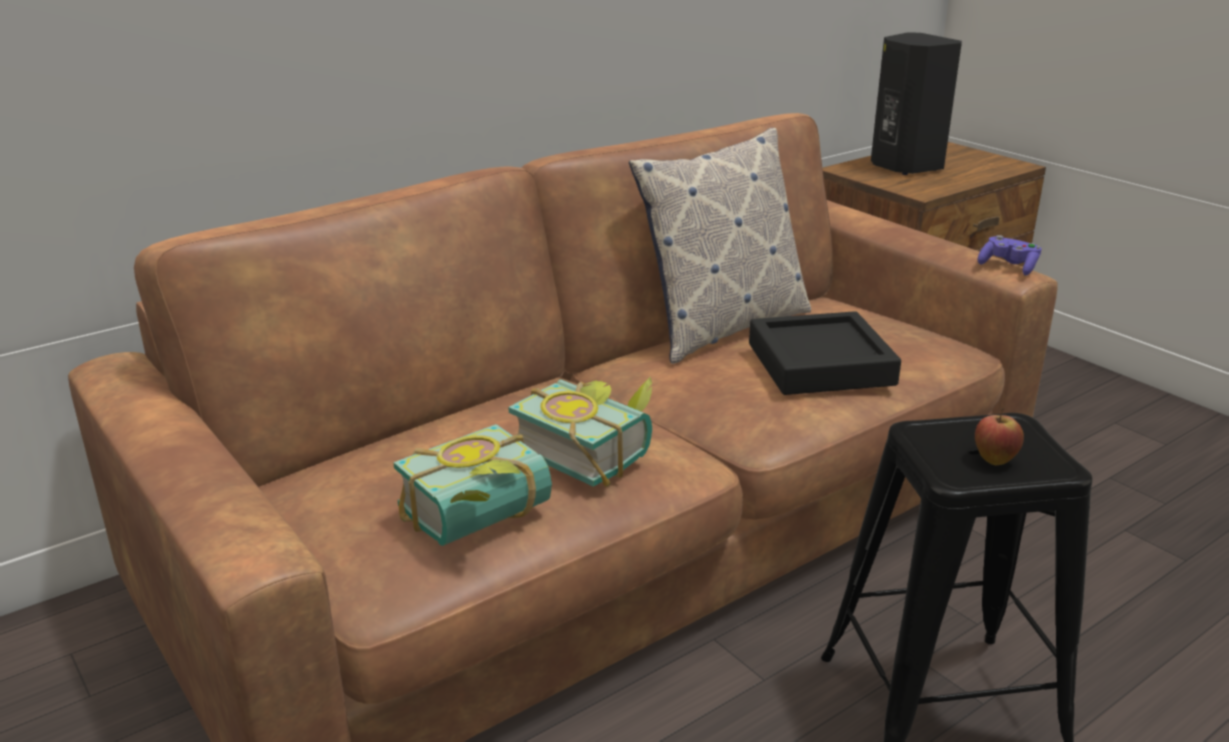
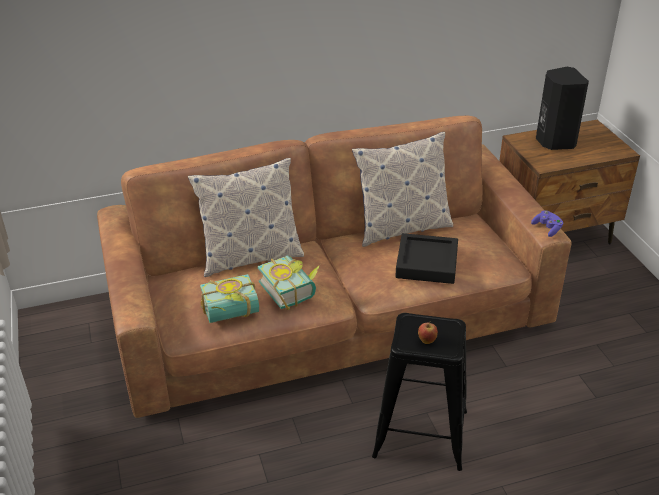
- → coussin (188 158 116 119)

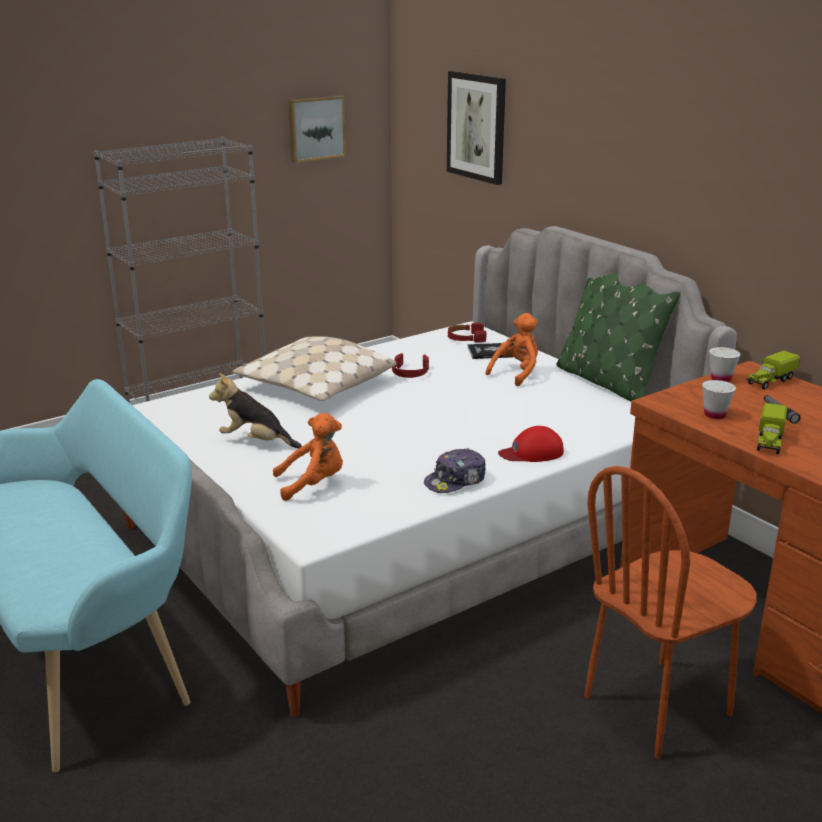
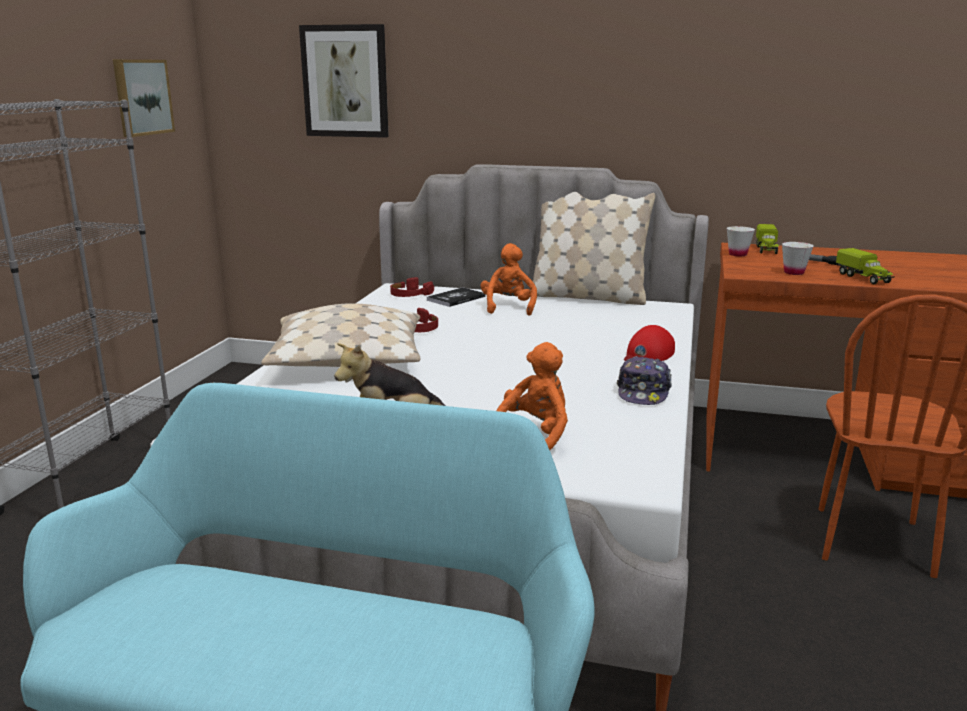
coussin (vert) (556 273 124 128) → coussin (beige) (533 192 122 113)

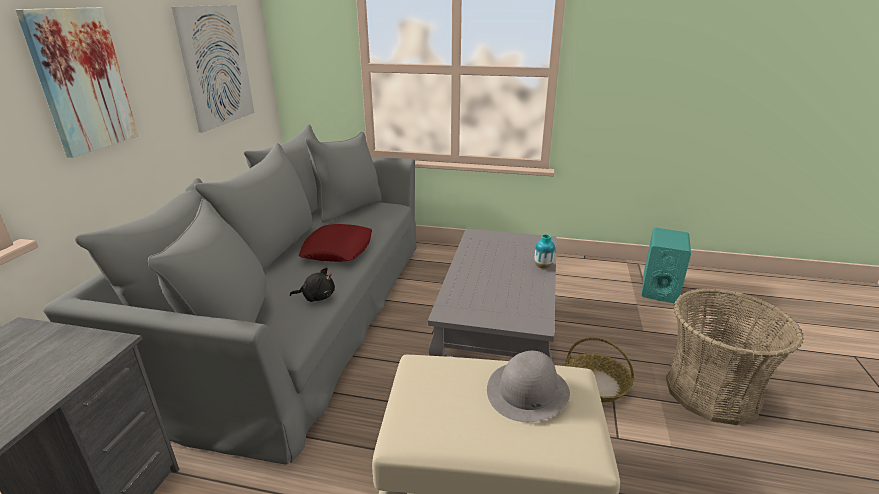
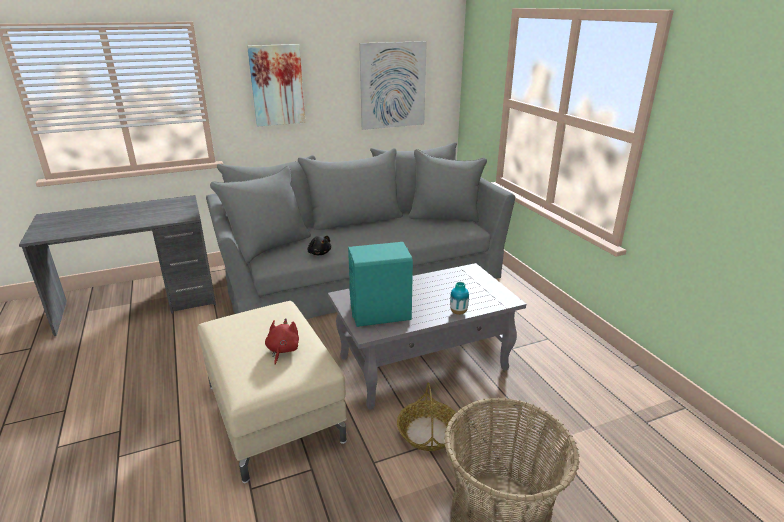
coussin (rouge) (299 224 73 38) → -
enceinte (turquoise) (642 228 49 76) → enceinte (turquoise) (348 242 65 85), shifted
chapeau (gris) (487 351 83 71) → peluche (rouge) (265 318 34 47)

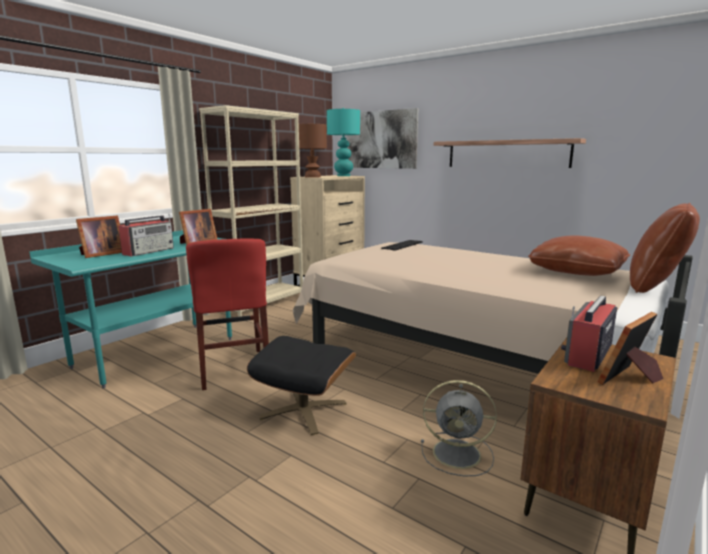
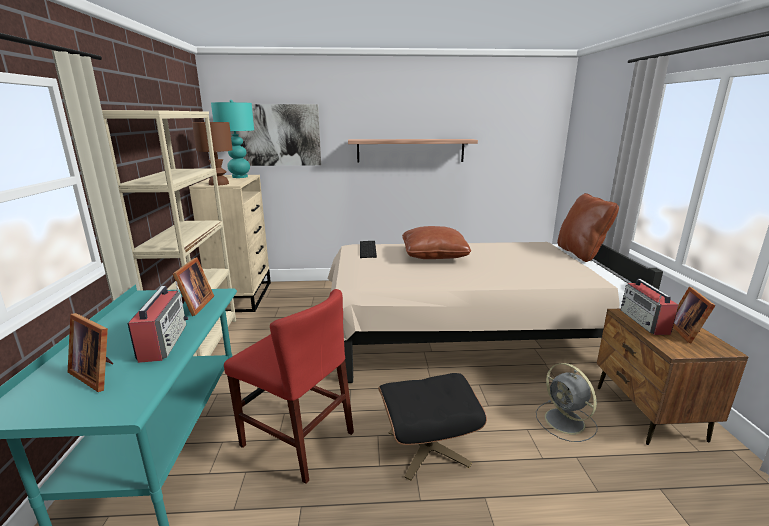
coussin (marron) (528 235 102 41) → coussin (marron) (402 226 69 33), shifted
cadre photo (76 215 46 43) → cadre photo (68 313 46 79), 120 degrees clockwise
ventilateur (gris) (421 380 76 96) → ventilateur (gris) (536 363 62 79), 90 degrees clockwise

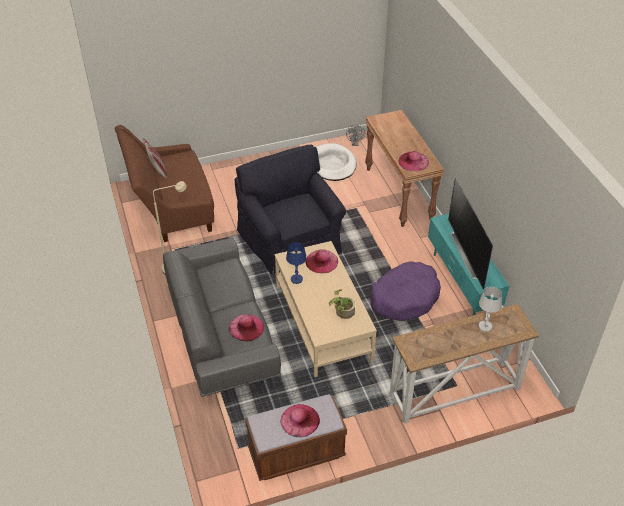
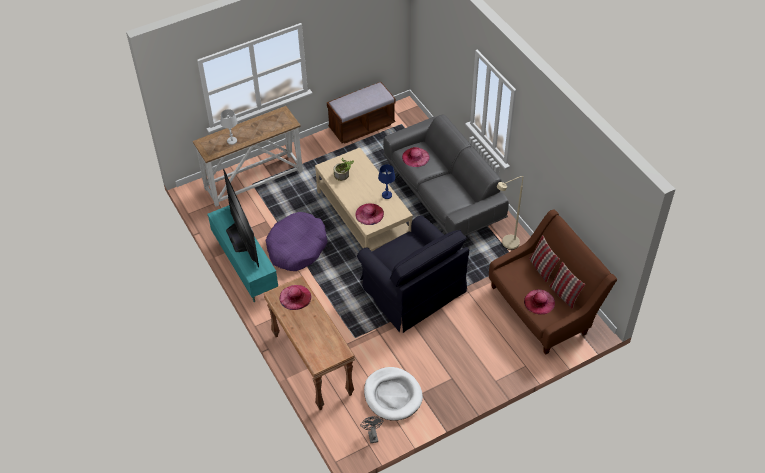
- → coussin (529 235 31 48)
chapeau (rose) (280 404 40 33) → chapeau (rose) (524 289 31 26), shifted

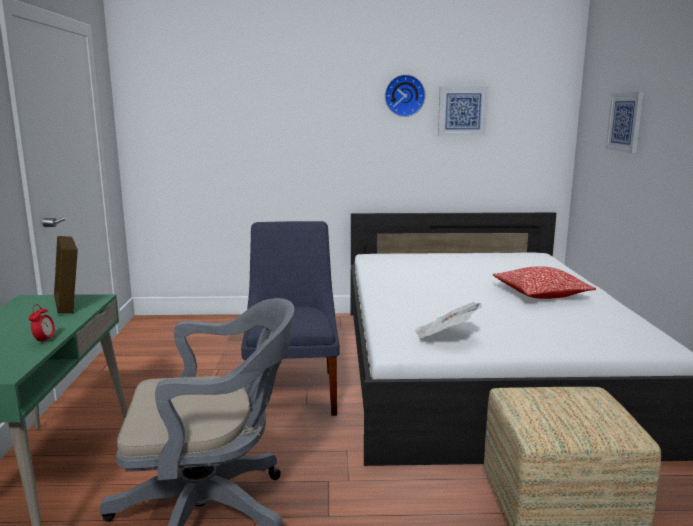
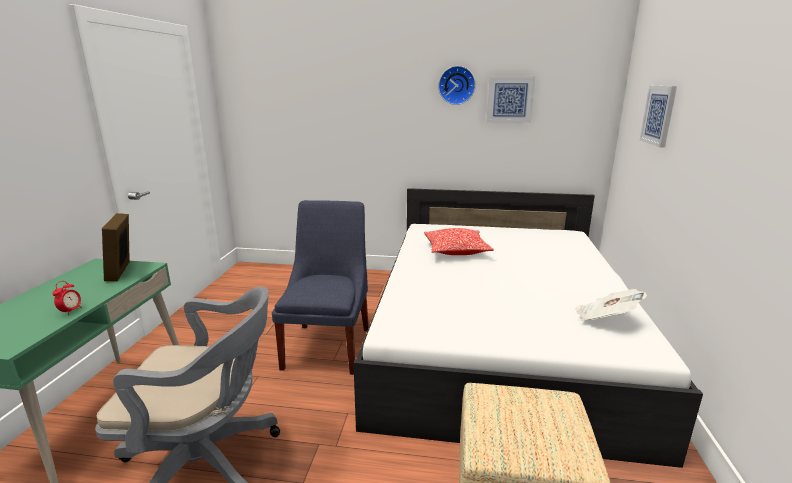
journal (415 302 67 37) → journal (575 289 72 32), shifted
coussin (493 266 103 33) → coussin (424 228 70 27), shifted

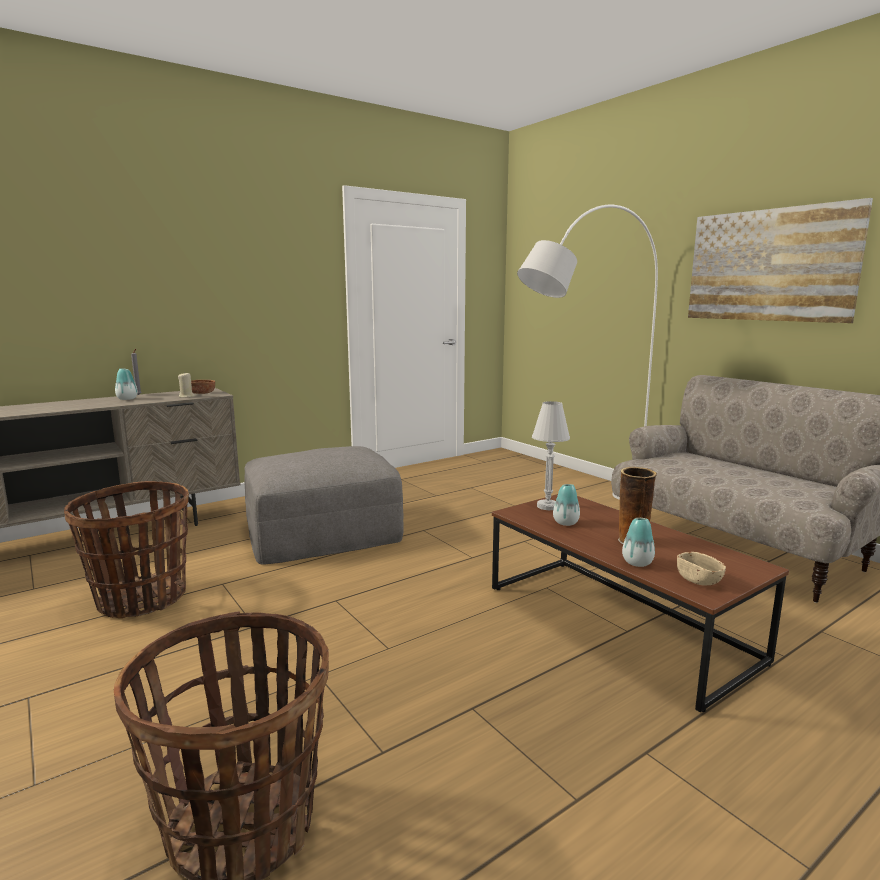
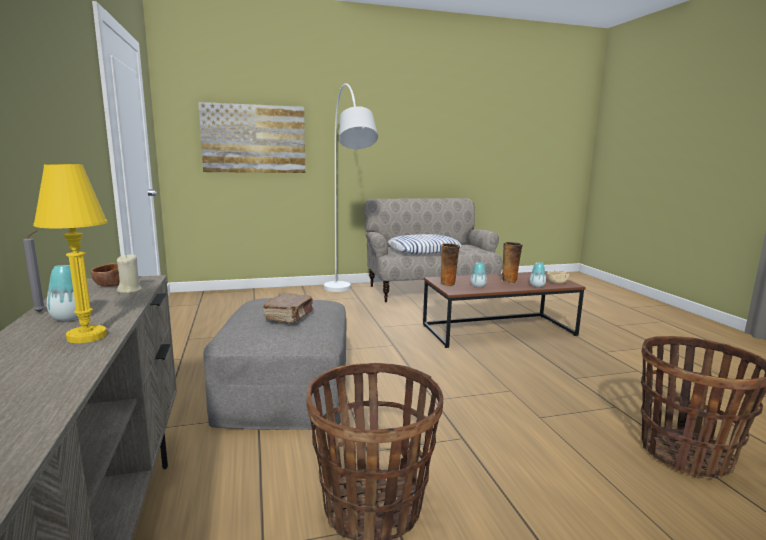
- → lampe de table (jaune) (33 164 74 179)
- → livre (marron) (263 293 50 30)
- → coussin (388 234 74 20)
tableau (688 198 185 125) → tableau (198 102 107 71), shifted
lampe de table (blanc) (532 401 38 109) → vase (440 243 20 43)

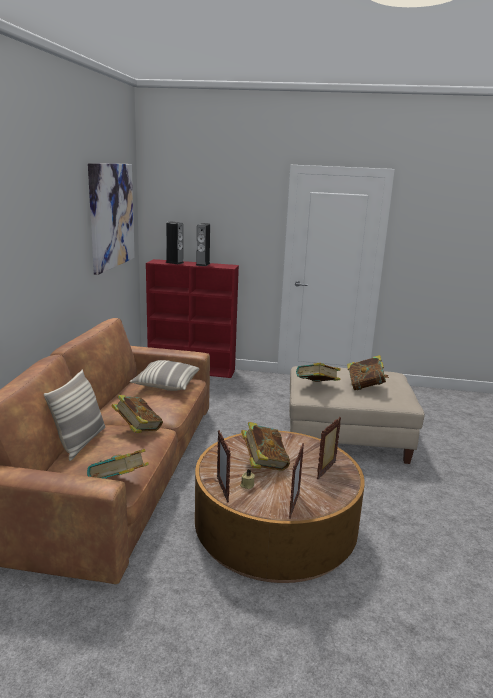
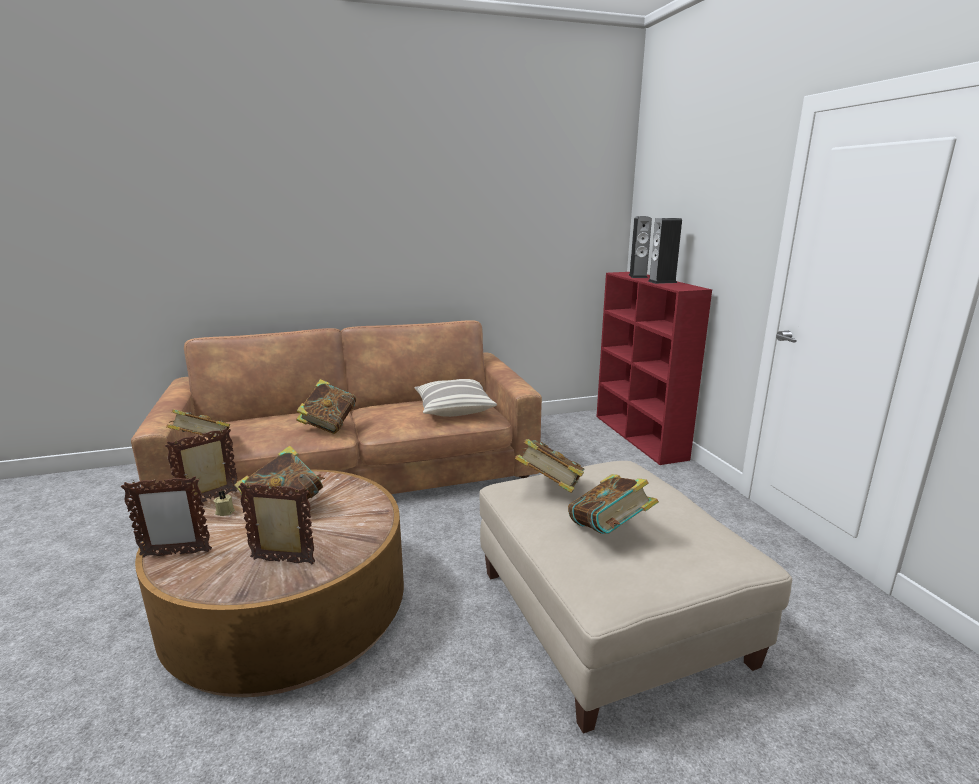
coussin (43 370 62 91) → -
tableau (88 163 47 112) → -

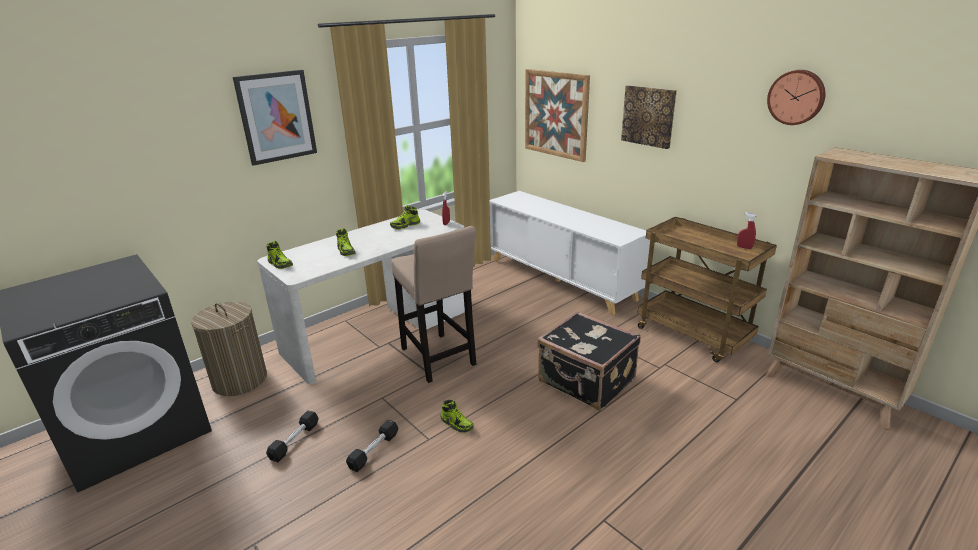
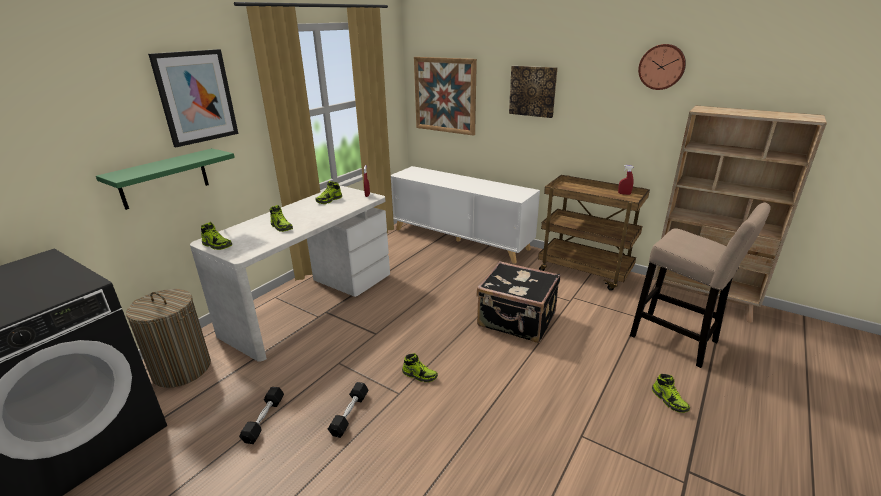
- → étagère (vert) (96 148 139 62)
- → chaussure (652 374 38 39)
tabouret (beige) (391 226 85 157) → tabouret (beige) (630 203 141 165), shifted

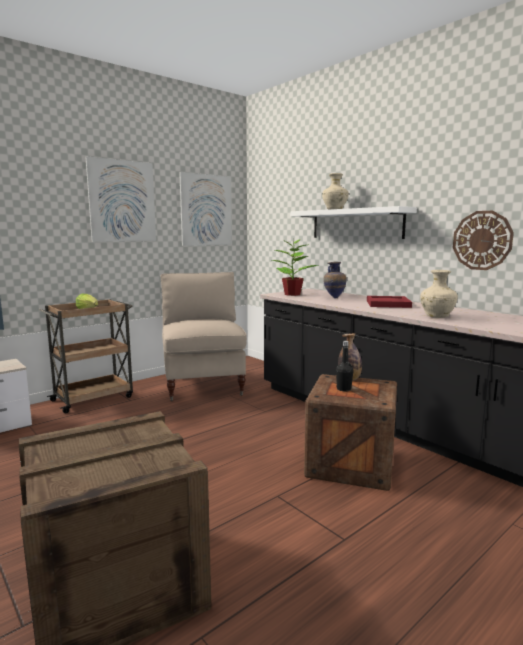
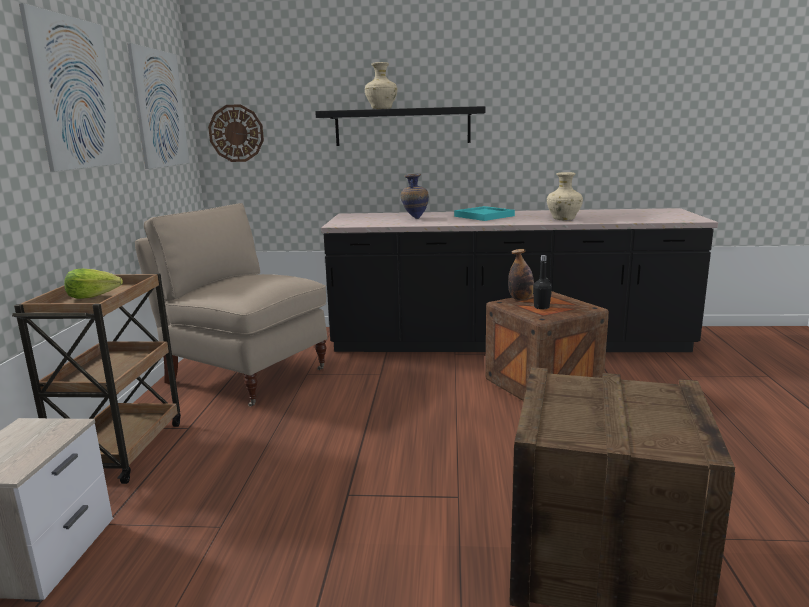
plante en pot (272 239 47 57) → -
horloge murale (453 211 61 59) → horloge murale (208 104 56 58), shifted
étagère (blanc) (290 206 127 33) → étagère (noir) (315 106 170 40)
plateau (rouge) (367 296 45 12) → plateau (turquoise) (454 206 61 15)

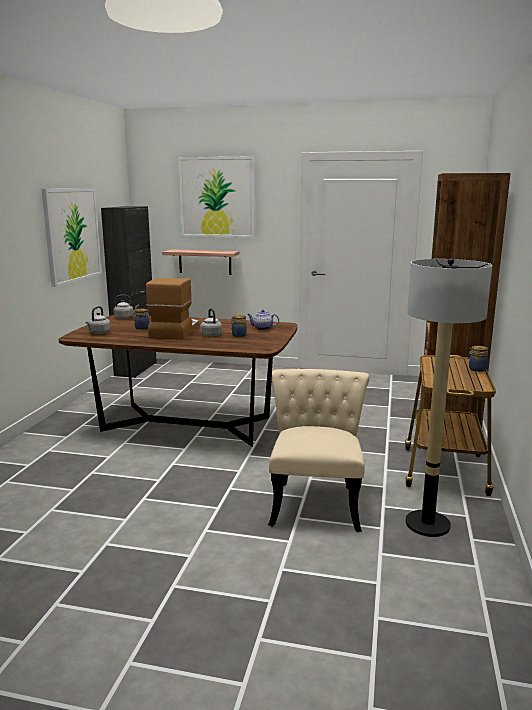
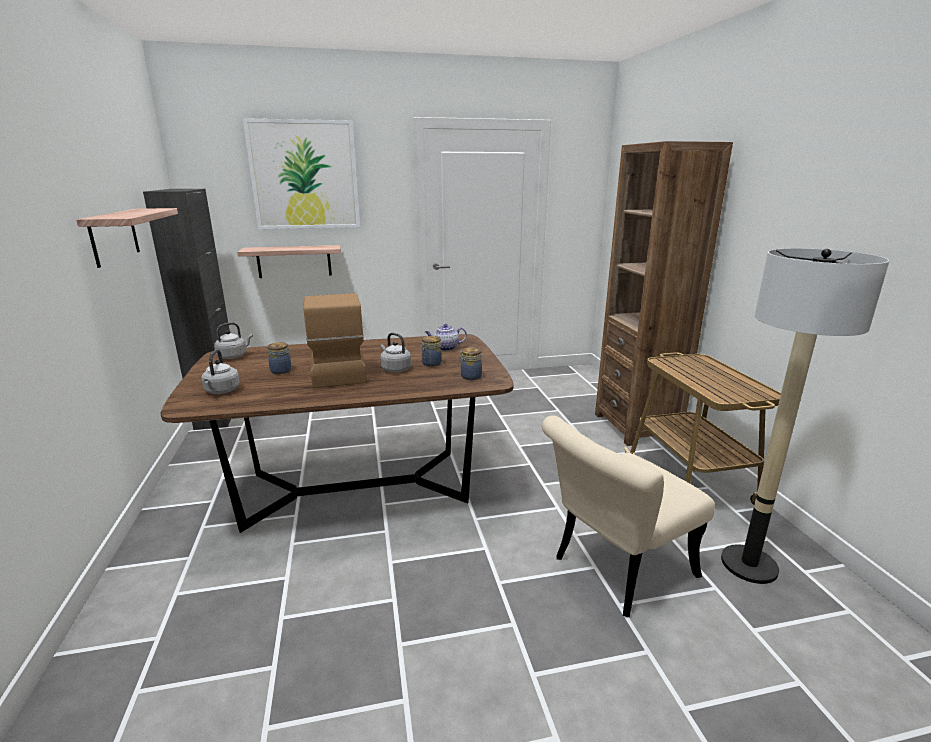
bocal (467 346 21 26) → bocal (458 347 24 33), shifted
tableau (41 189 61 98) → étagère (76 208 102 60)
chaise (beige) (268 369 101 163) → chaise (beige) (542 415 173 202), 105 degrees counterclockwise

